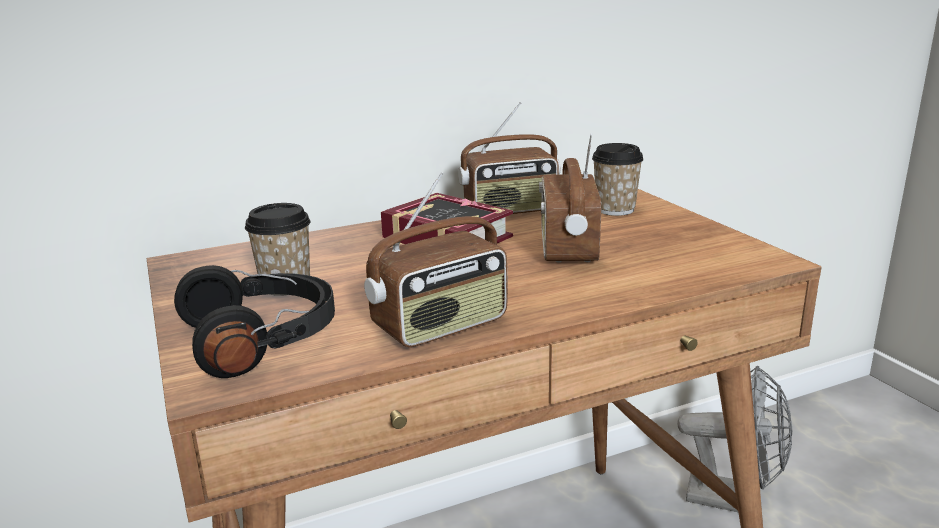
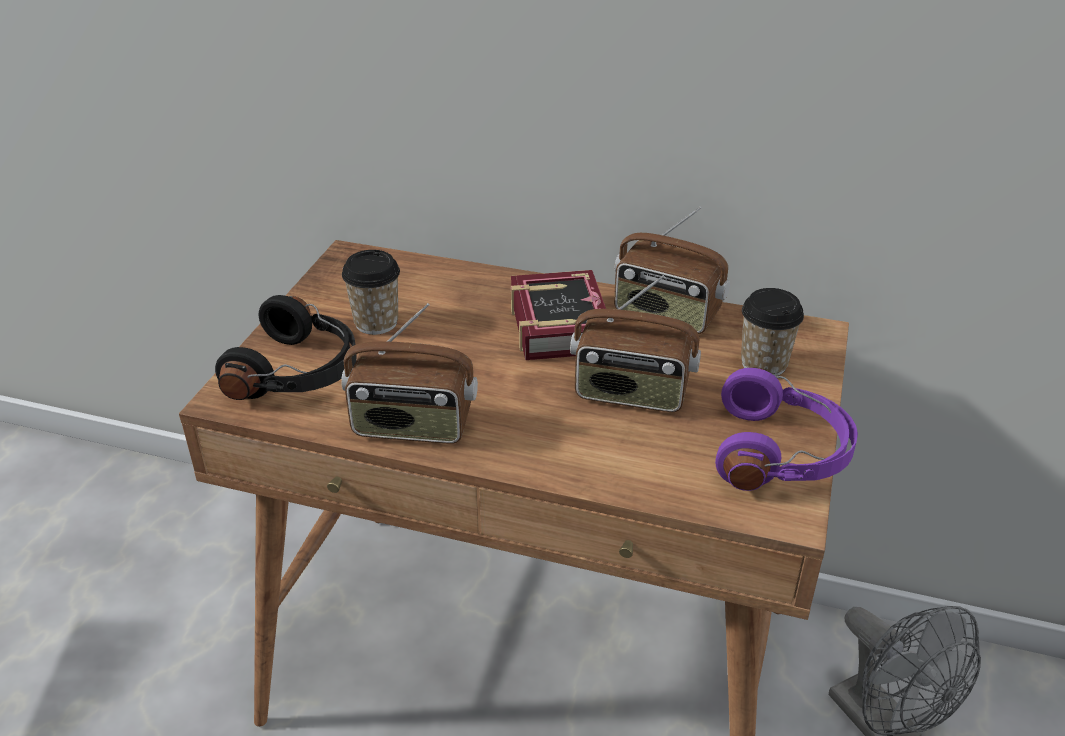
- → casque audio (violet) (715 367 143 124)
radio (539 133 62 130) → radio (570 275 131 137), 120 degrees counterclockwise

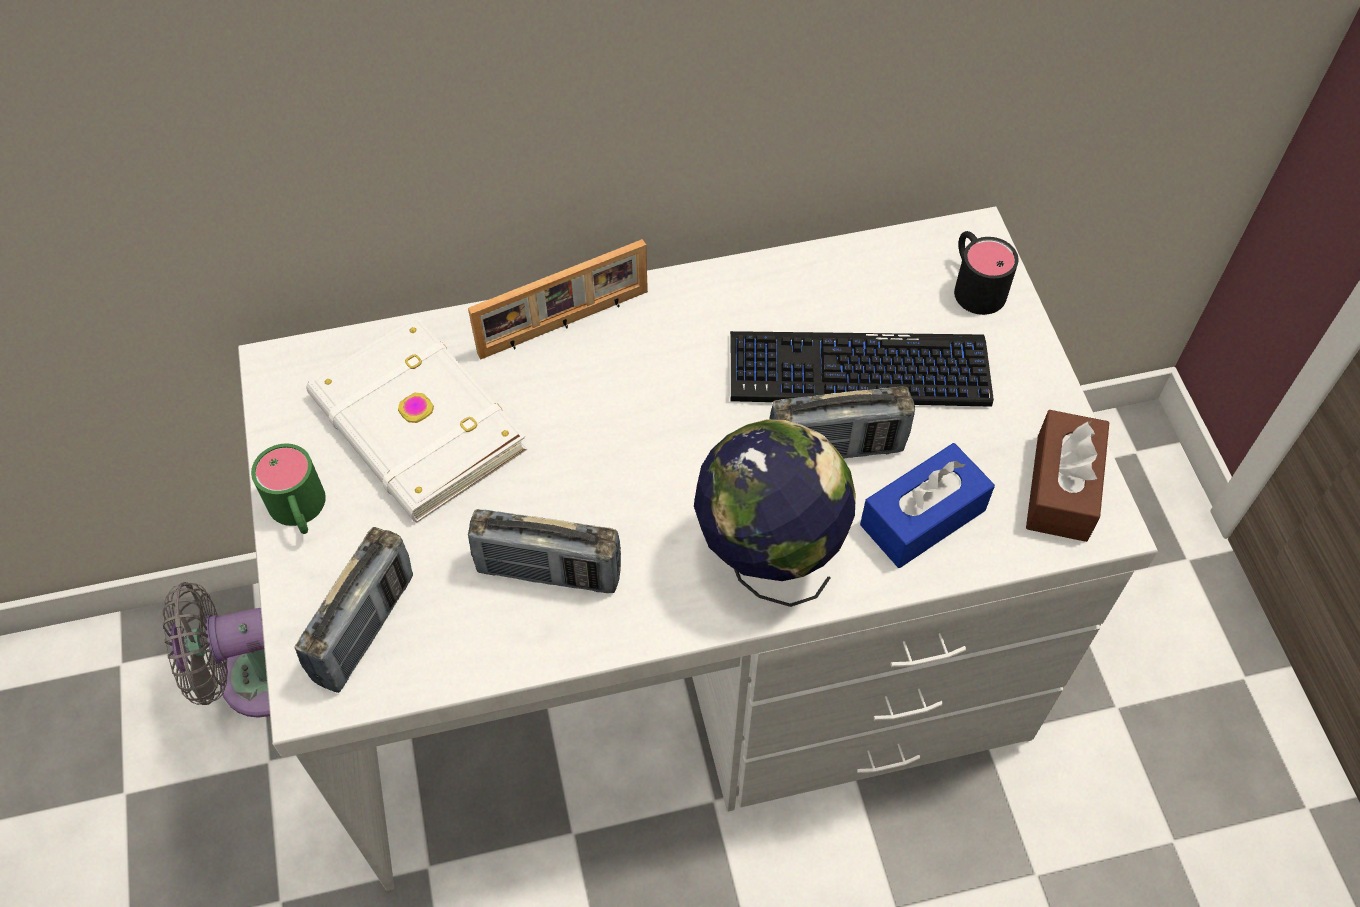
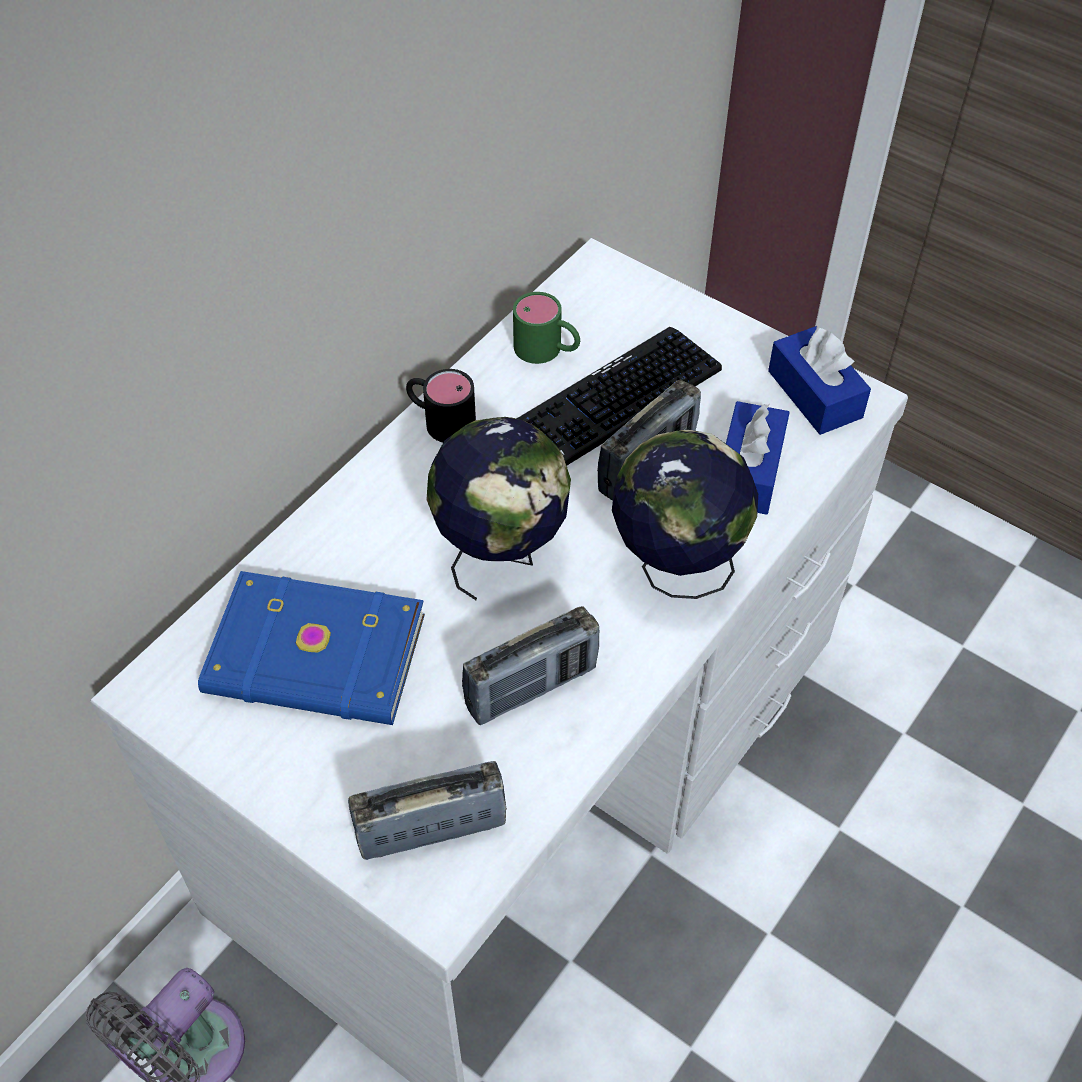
cadre photo (468 239 180 121) → -
- → globe (427 417 144 183)
mug (vert) (251 444 75 90) → mug (vert) (513 292 67 72), shifted
mug (noir) (954 231 65 84) → mug (noir) (406 369 70 73), shifted
livre (blanc) (306 316 222 206) → livre (bleu) (198 571 227 154)
boîte à mouchoirs (marron) (1026 410 83 132) → boîte à mouchoirs (bleu) (768 326 103 109)
radio (294 527 119 166) → radio (348 761 159 99), 90 degrees counterclockwise

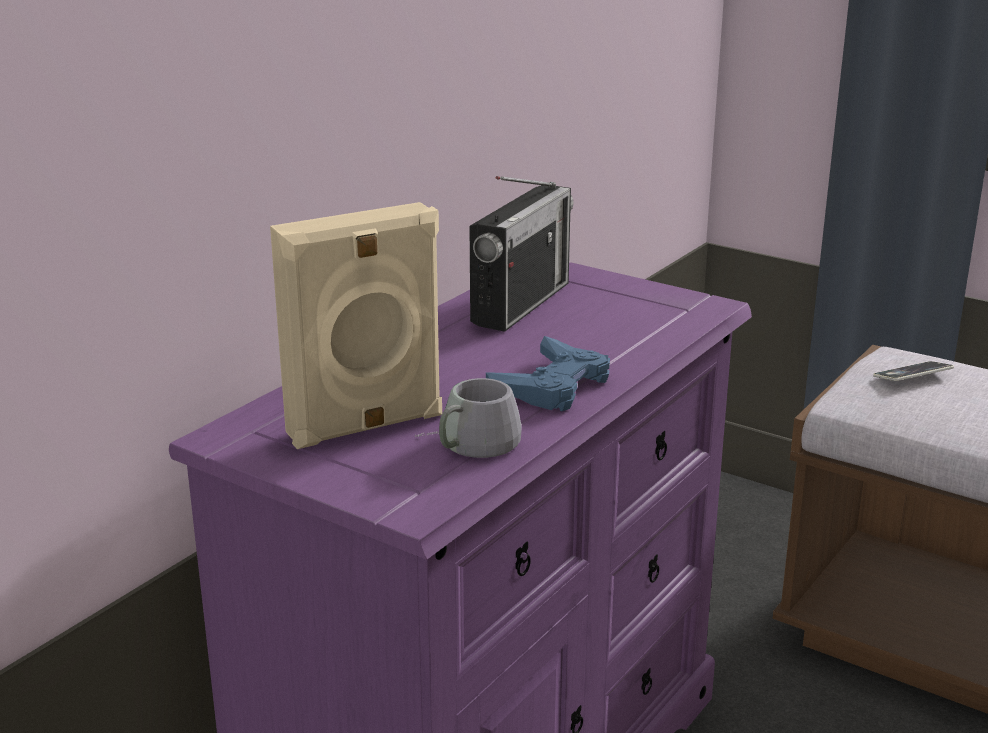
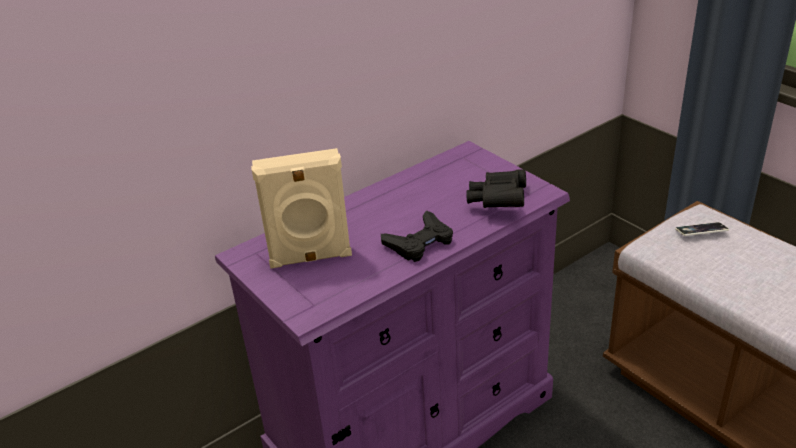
mug (gris) (415 378 107 80) → -
radio (470 176 104 156) → -
- → jumelles (noir) (466 169 60 39)
manette (bleu) (486 336 124 75) → manette (noir) (381 210 72 52)

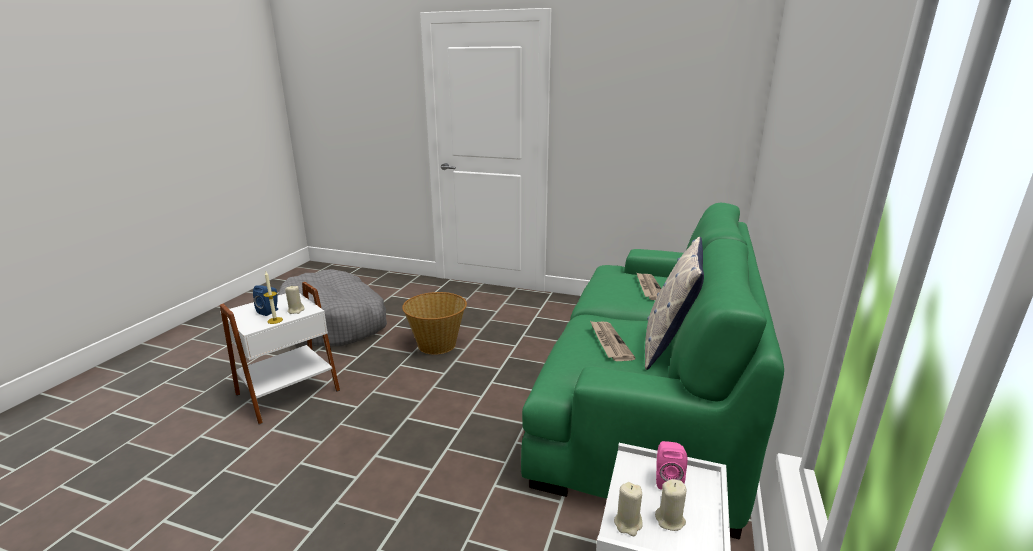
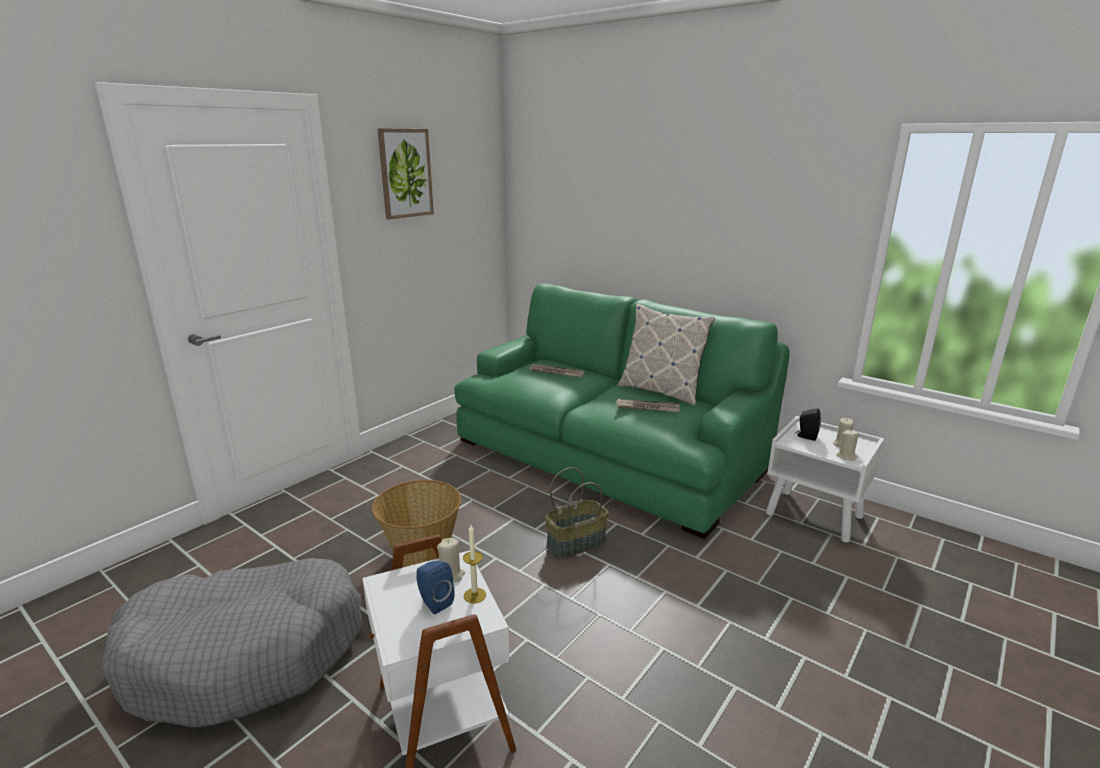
- → tableau (378 128 56 91)
- → panier (545 467 64 92)
enceinte (rose) (656 441 31 49) → enceinte (noir) (795 408 26 33)

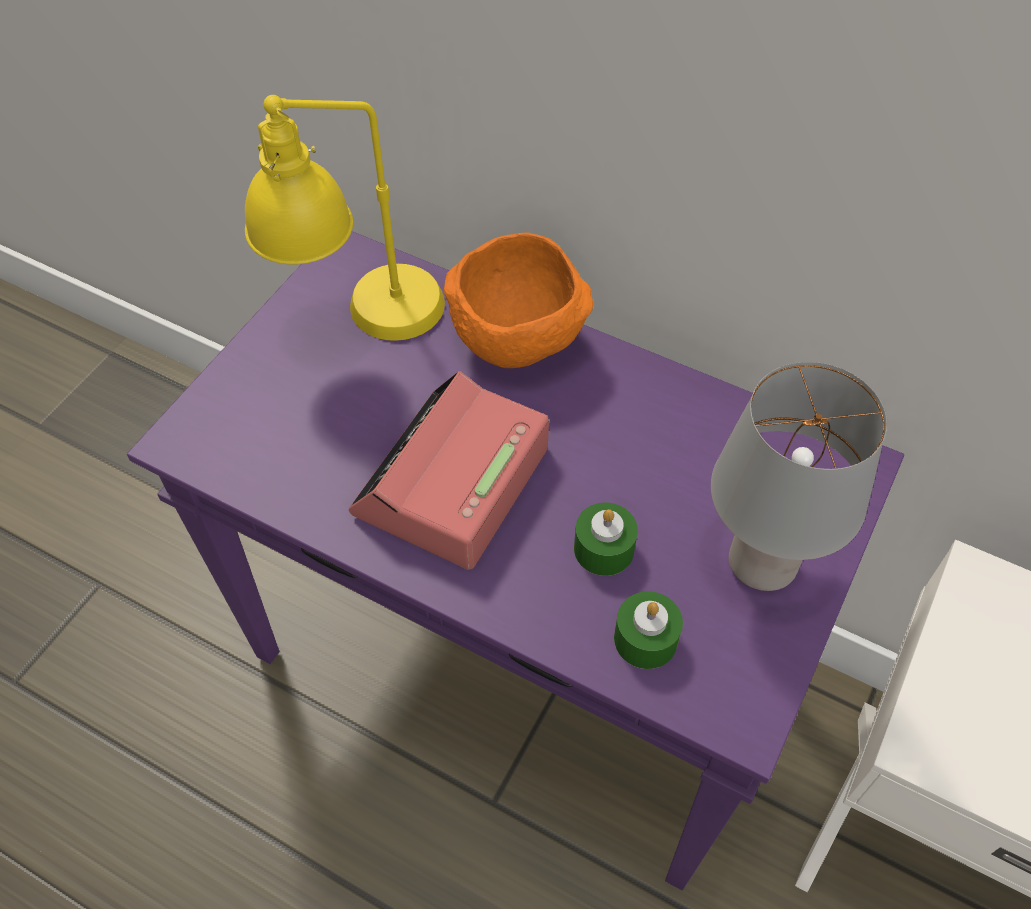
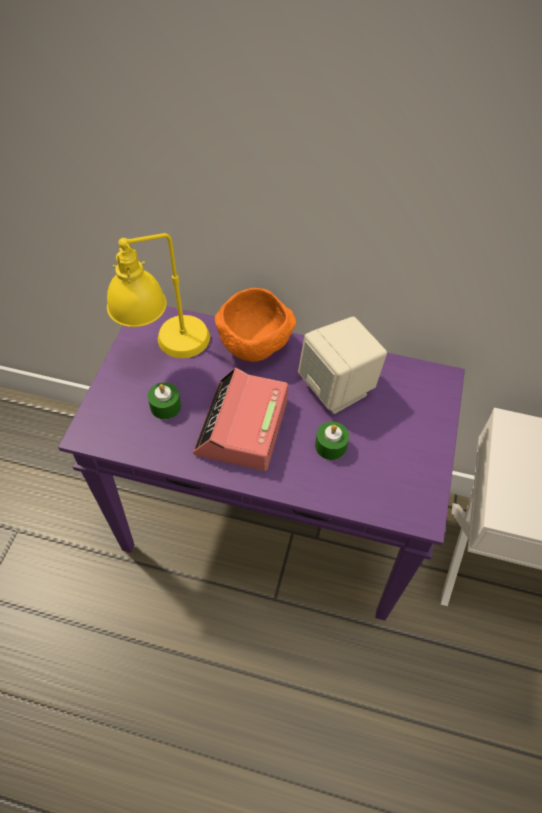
lampe de table (gris) (711 362 176 229) → -
- → enceinte (beige) (298 317 89 97)
bougie (vert) (614 591 69 78) → bougie (vert) (148 382 33 37), shifted

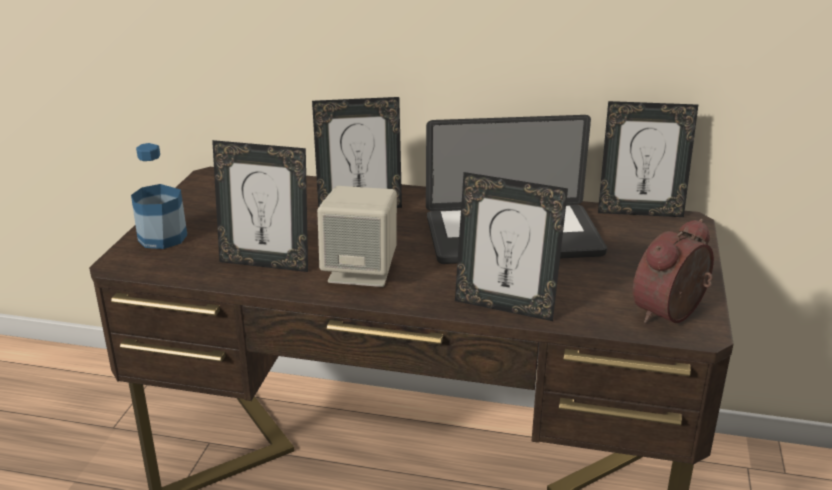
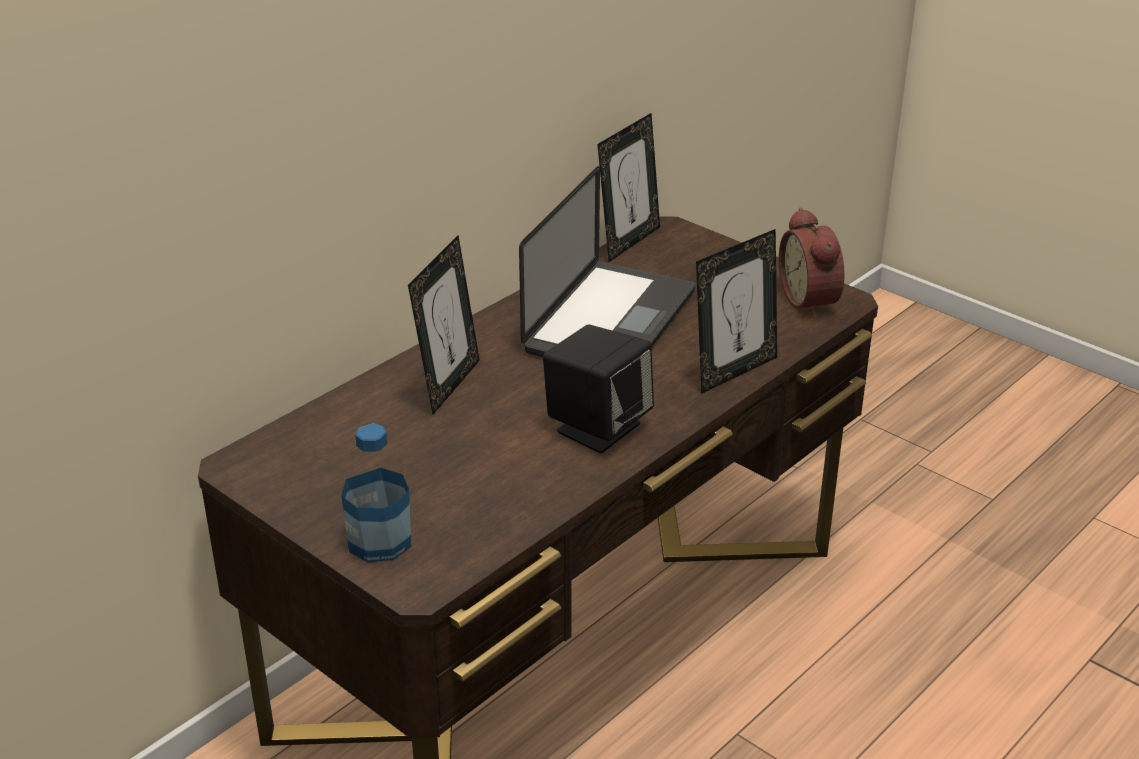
cadre photo (212 140 96 132) → -
enceinte (beige) (317 186 80 101) → enceinte (noir) (543 324 111 129)

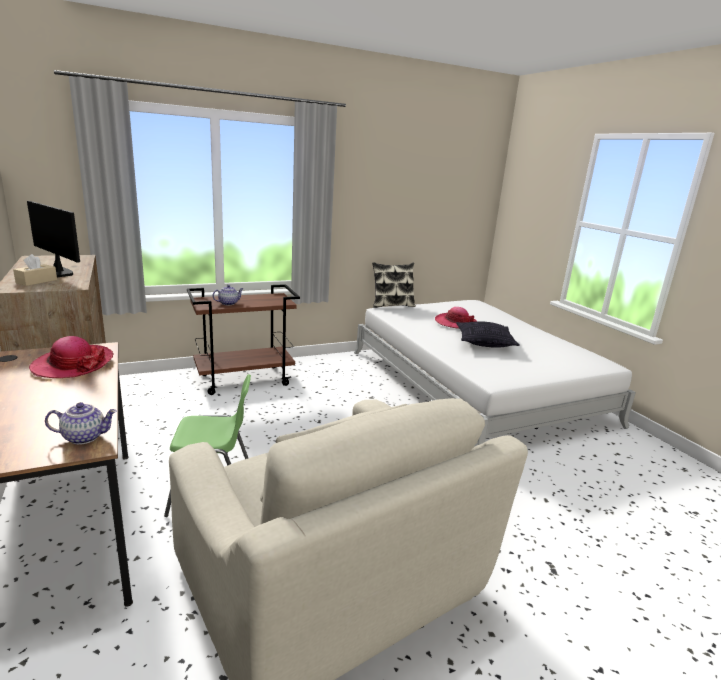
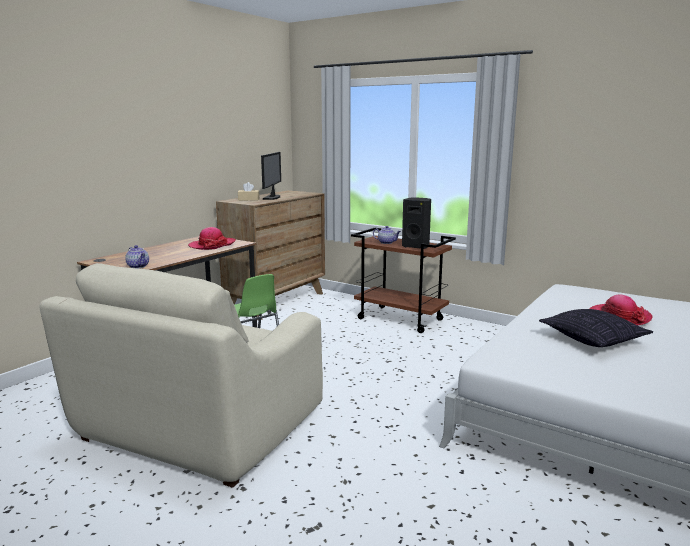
coussin (372 262 44 46) → -
- → enceinte (noir) (402 198 29 51)

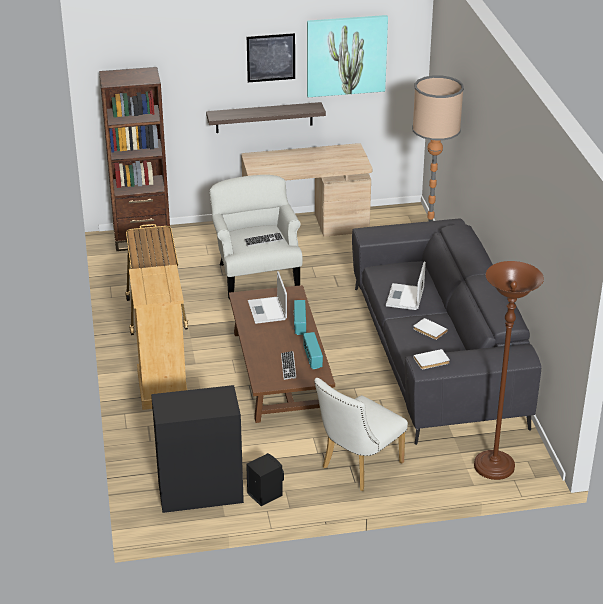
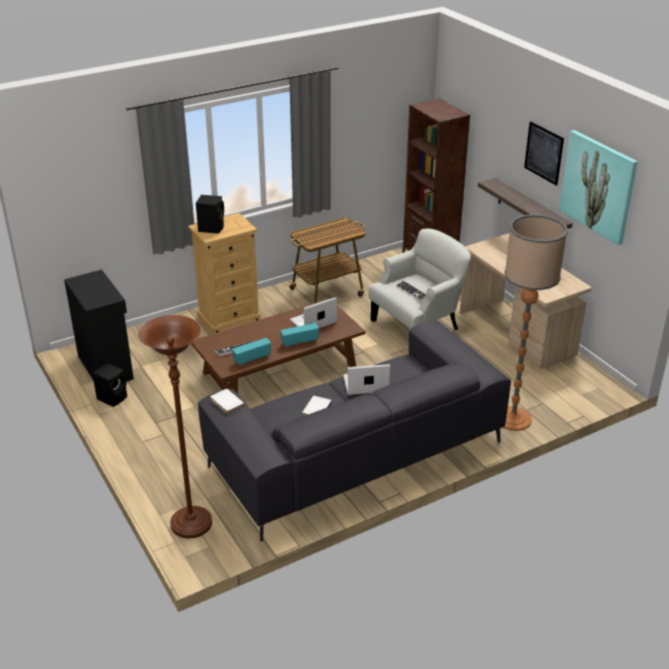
chaise (blanc) (314 378 94 113) → -
- → enceinte (noir) (196 195 28 39)

